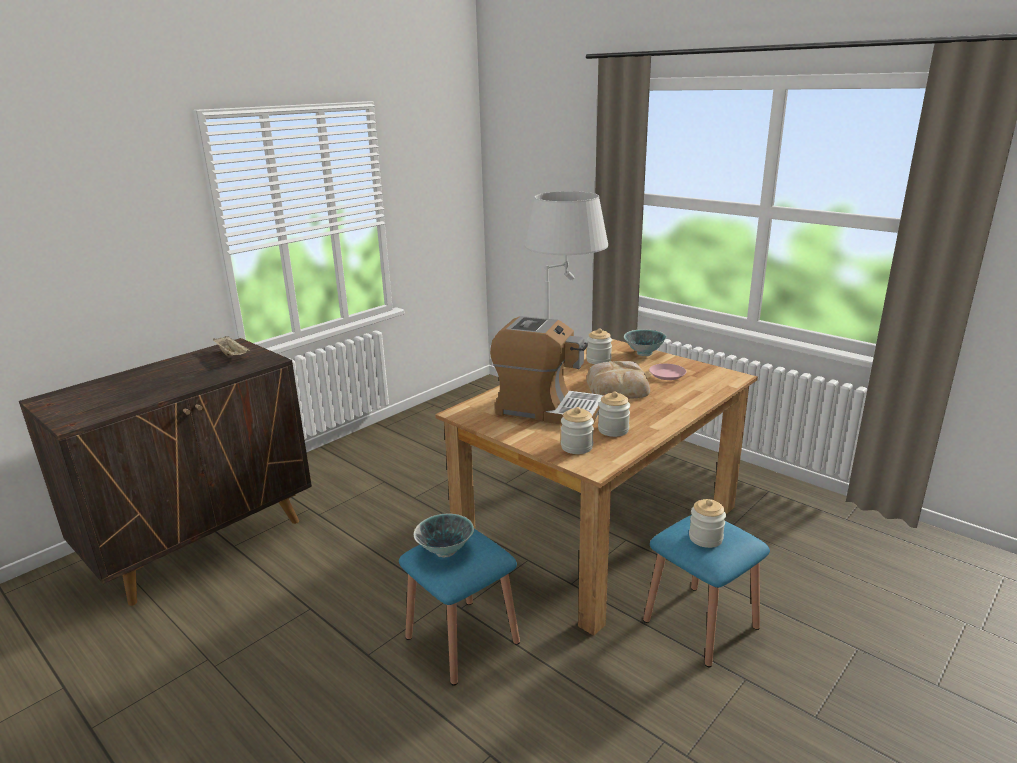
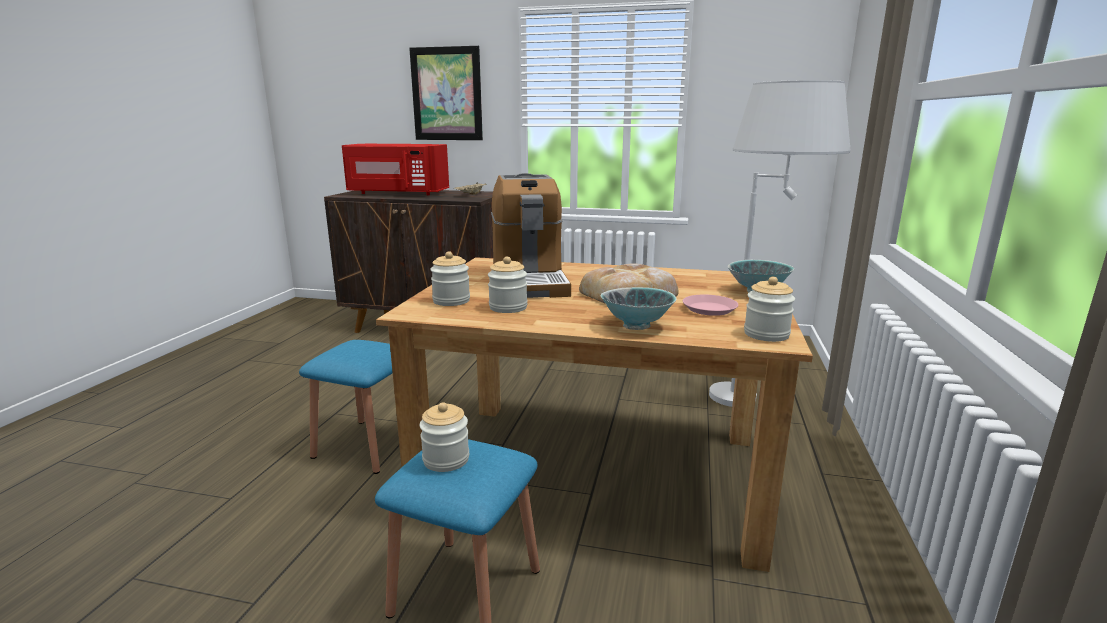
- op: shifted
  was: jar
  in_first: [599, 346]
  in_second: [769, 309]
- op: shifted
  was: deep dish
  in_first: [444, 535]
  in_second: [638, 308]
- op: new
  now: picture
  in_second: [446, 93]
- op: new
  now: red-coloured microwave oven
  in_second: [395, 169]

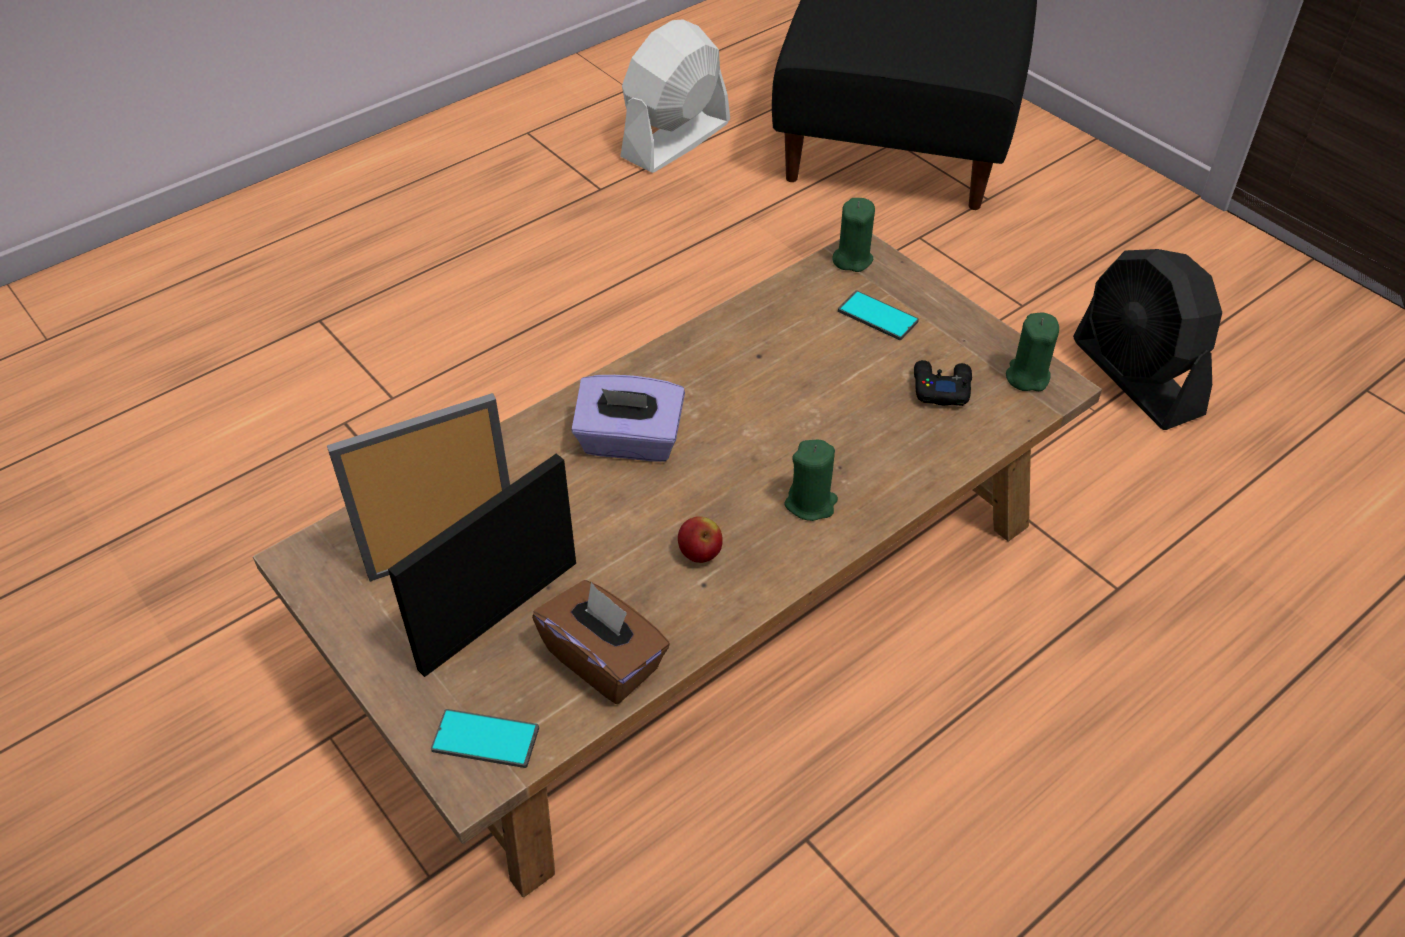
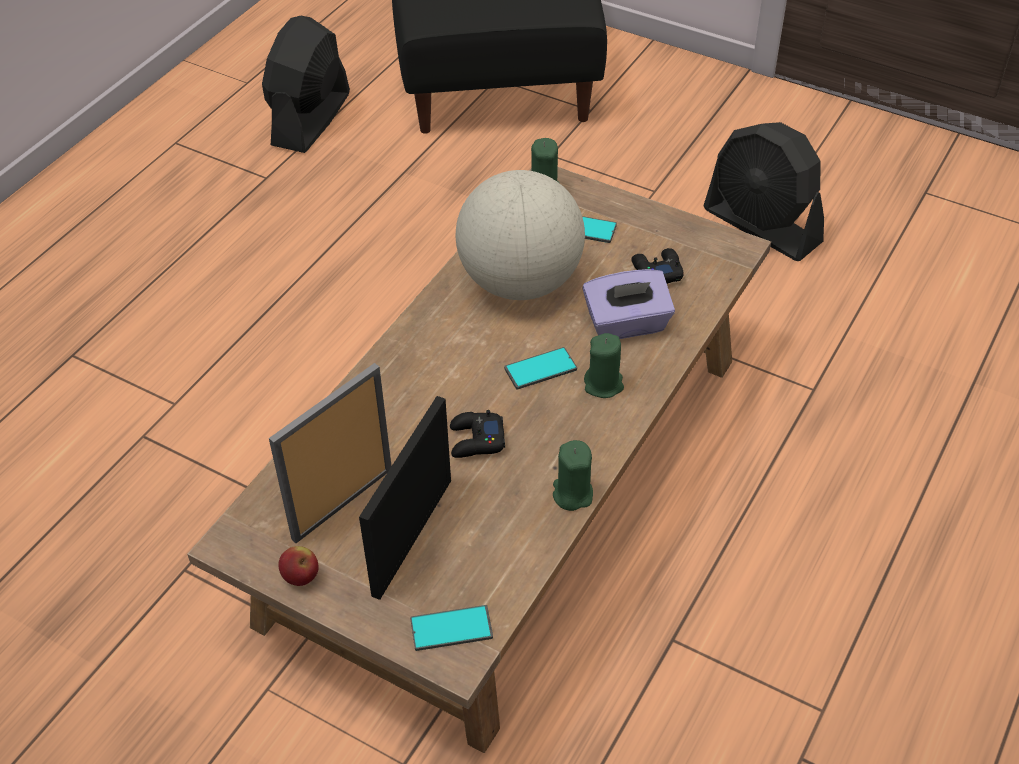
- op: repainted
  was: white-coloured cooling fan
  now: black-coloured cooling fan
  in_first: [675, 96]
  in_second: [306, 84]
- op: shifted
  was: greenish candle
  in_first: [1032, 352]
  in_second: [573, 475]
- op: shifted
  was: purple tissue box
  in_first: [628, 418]
  in_second: [628, 304]
- op: shifted
  was: whole apple
  in_first: [700, 539]
  in_second: [298, 566]
- op: gone
  was: brown-coloured tissue box
  in_first: [601, 642]
- op: new
  now: desk globe
  in_second: [520, 235]
- op: new
  now: telephone
  in_second: [540, 368]
- op: new
  now: black-coloured joypad
  in_second: [477, 434]

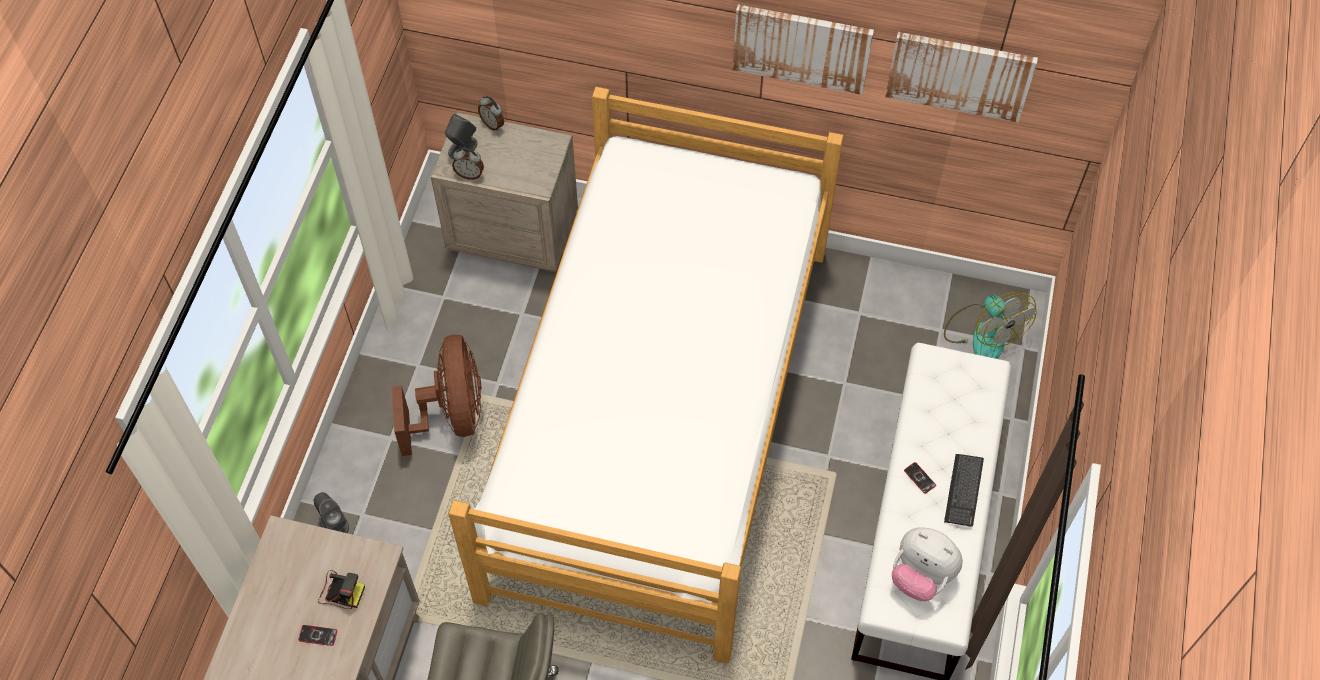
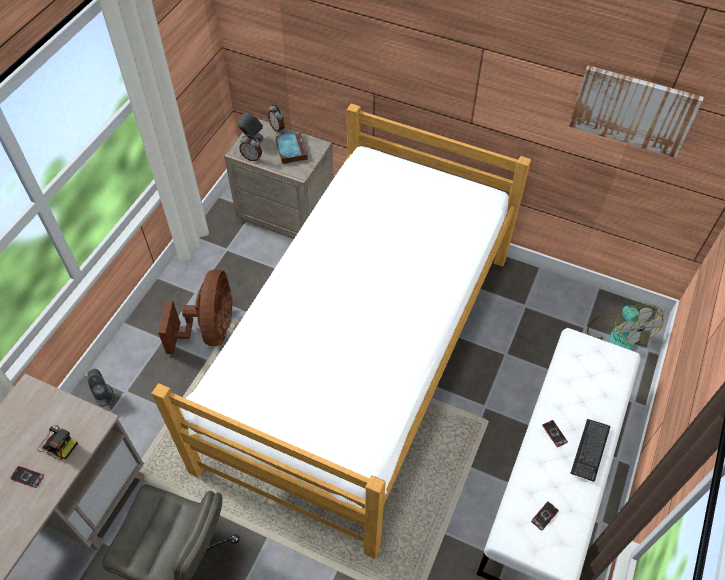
- op: gone
  was: picture
  in_first: [803, 49]
- op: swapped
  was: cuddly toy
  now: telephone
  in_first: [927, 564]
  in_second: [545, 516]
- op: new
  now: bound book
  in_second: [291, 148]

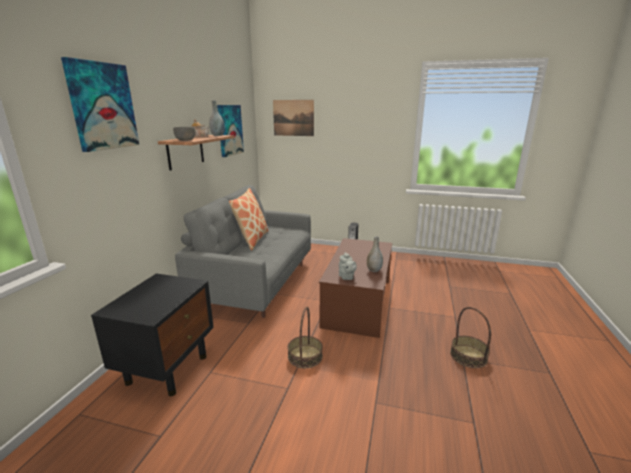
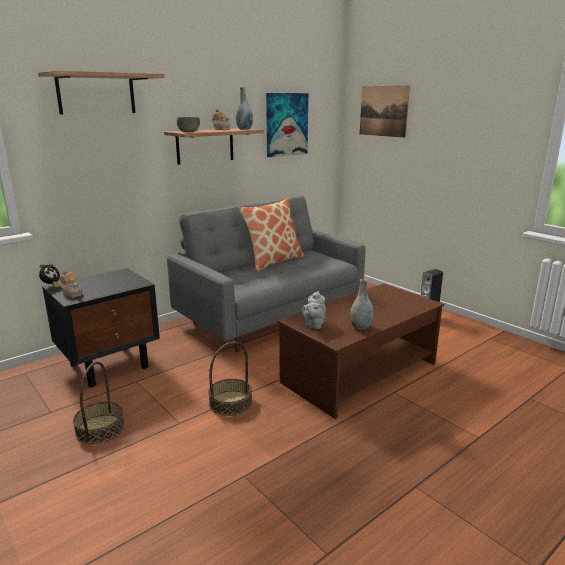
- op: swapped
  was: picture
  now: wall shelf
  in_first: [100, 104]
  in_second: [101, 92]
- op: shifted
  was: basket
  in_first: [470, 337]
  in_second: [99, 402]
- op: new
  now: table clock
  in_second: [50, 276]
- op: new
  now: teapot
  in_second: [70, 284]

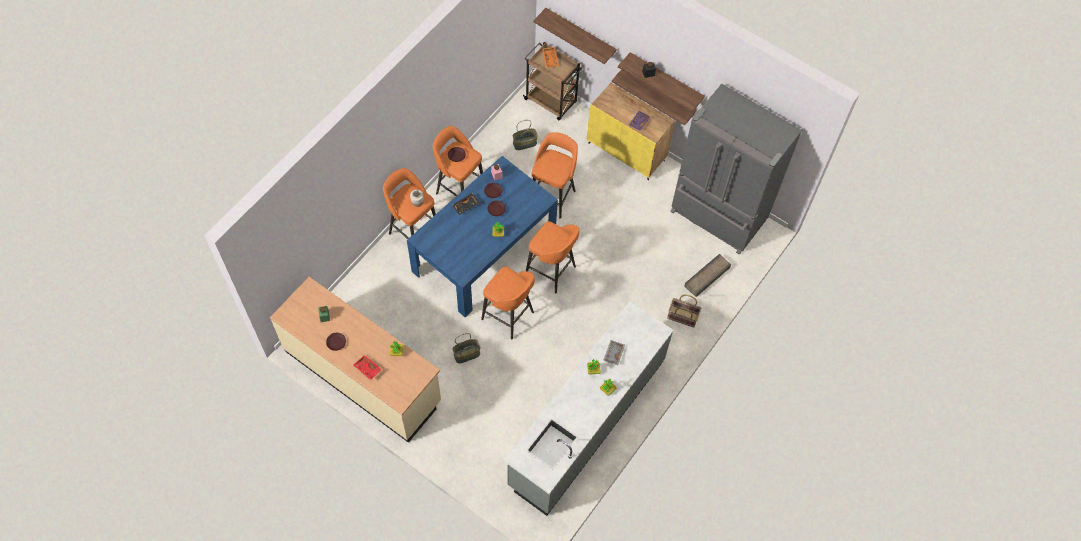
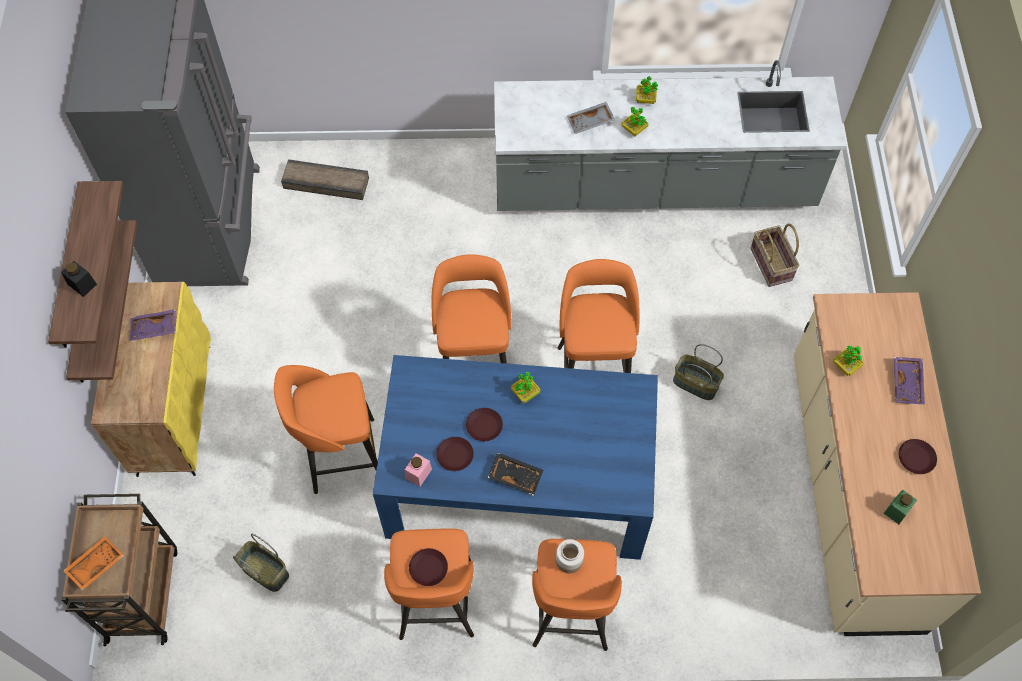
- op: gone
  was: wall shelf
  in_first: [575, 36]
- op: shifted
  was: basket
  in_first: [684, 311]
  in_second: [775, 255]
- op: repainted
  was: red-coloured tray
  now: purple tray
  in_first: [367, 367]
  in_second: [909, 380]

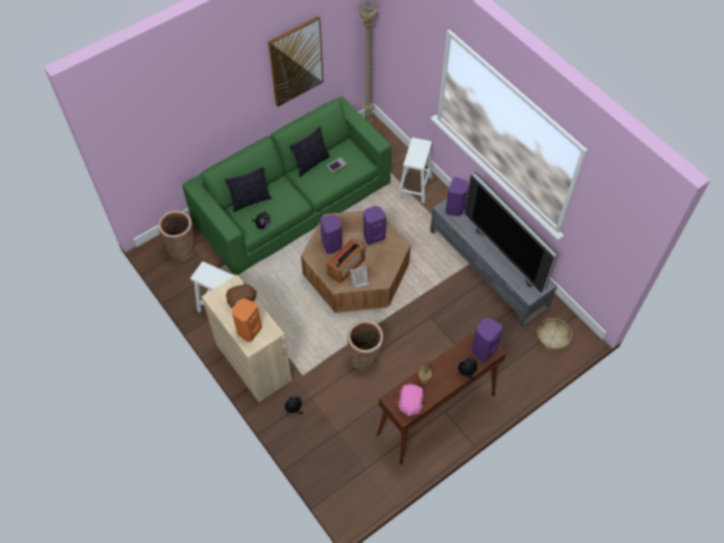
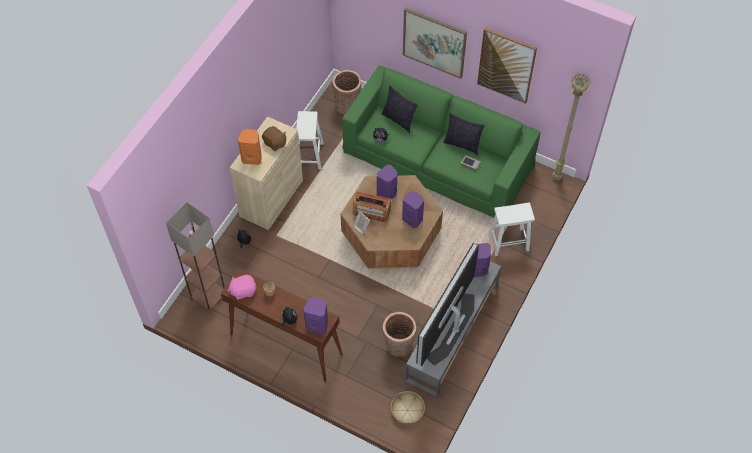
- op: shifted
  was: basket
  in_first: [365, 345]
  in_second: [399, 334]
- op: new
  now: picture
  in_second: [435, 43]
- op: new
  now: standard lamp
  in_second: [195, 256]

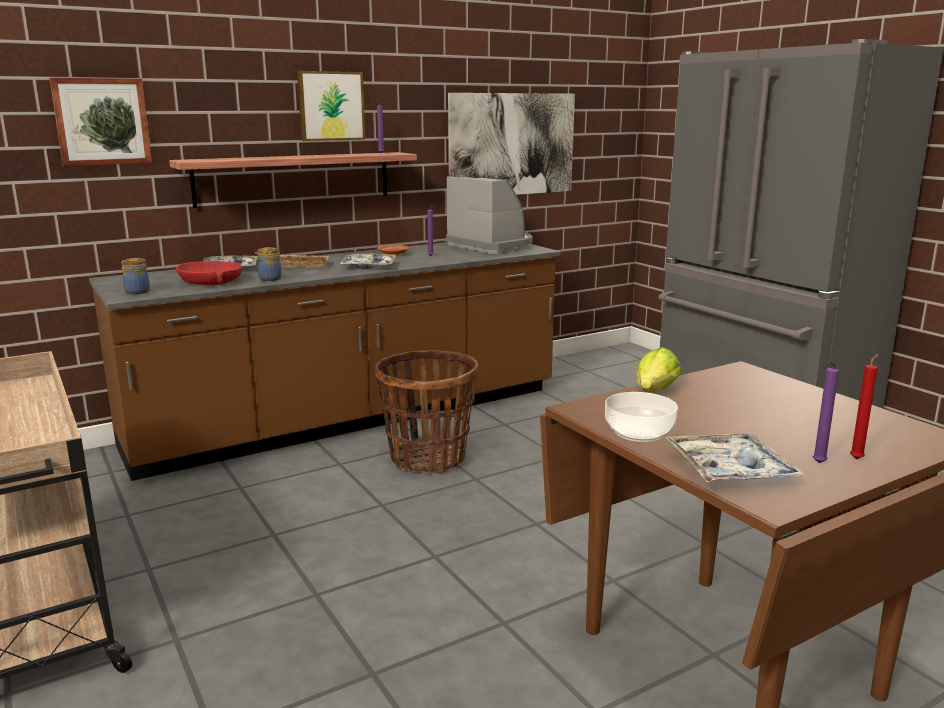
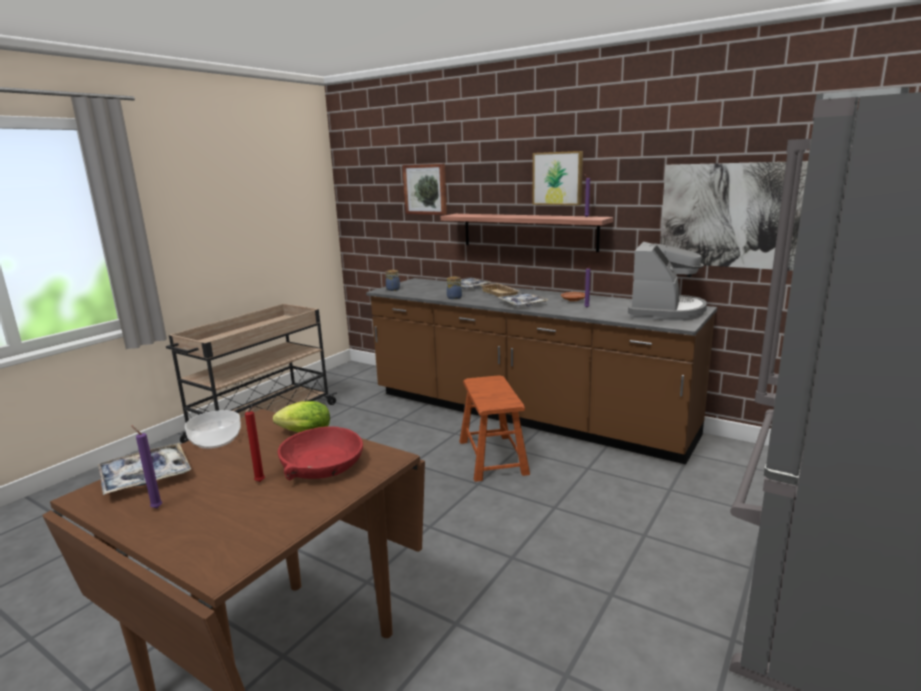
- op: shifted
  was: red-coloured deep dish
  in_first: [209, 273]
  in_second: [320, 453]
- op: swapped
  was: basket
  now: brown-coloured stool
  in_first: [427, 412]
  in_second: [494, 428]
- op: shifted
  was: red-coloured candle
  in_first: [864, 407]
  in_second: [255, 444]

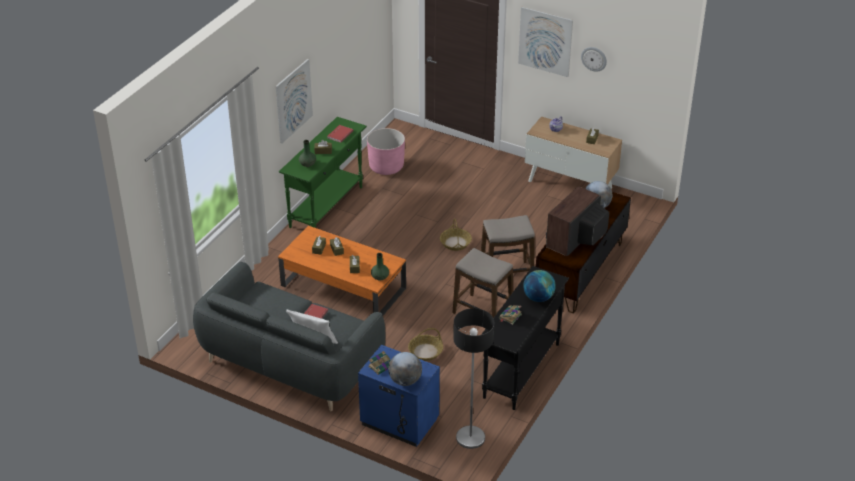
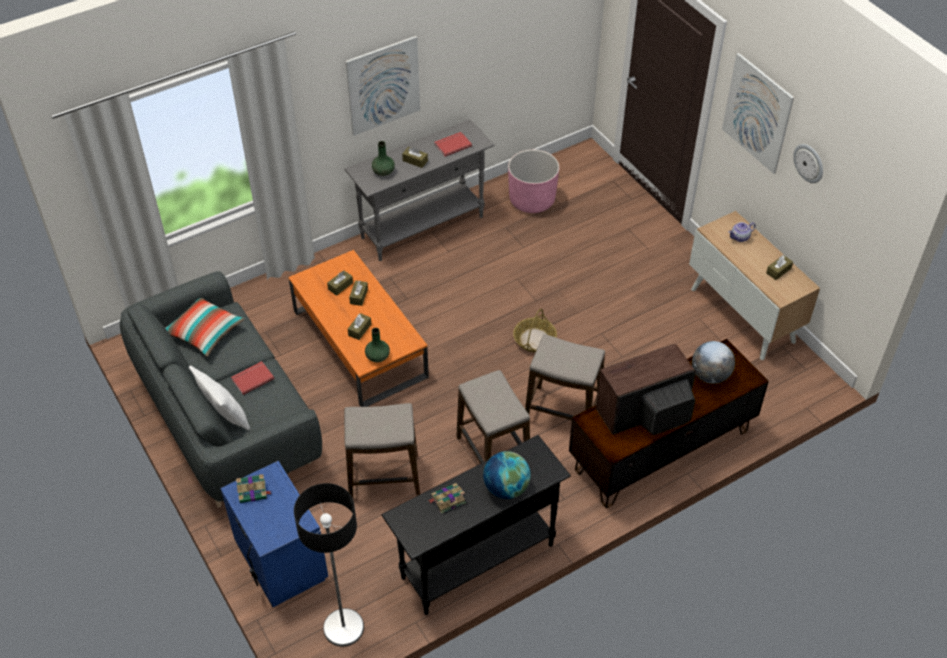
- op: repainted
  was: greenish hall table
  now: greyish hall table
  in_first: [323, 172]
  in_second: [419, 190]
- op: swapped
  was: basket
  now: stool
  in_first: [425, 344]
  in_second: [382, 450]
- op: gone
  was: desk globe
  in_first: [405, 369]
- op: new
  now: throw pillow
  in_second: [204, 327]

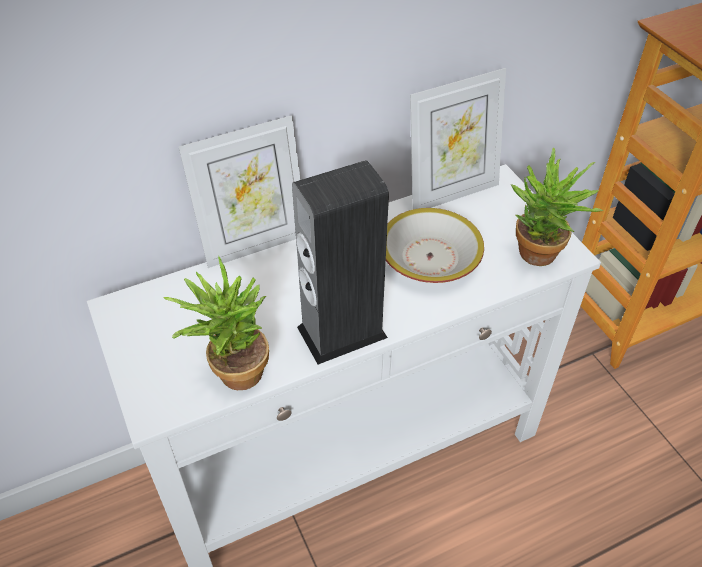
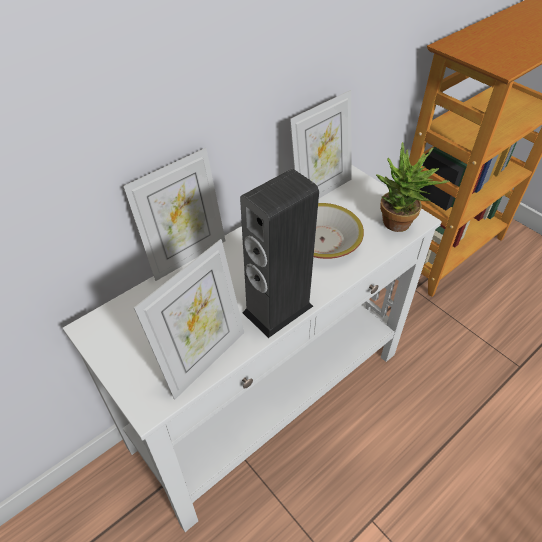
- op: swapped
  was: houseplant
  now: photo frame
  in_first: [216, 323]
  in_second: [189, 319]

